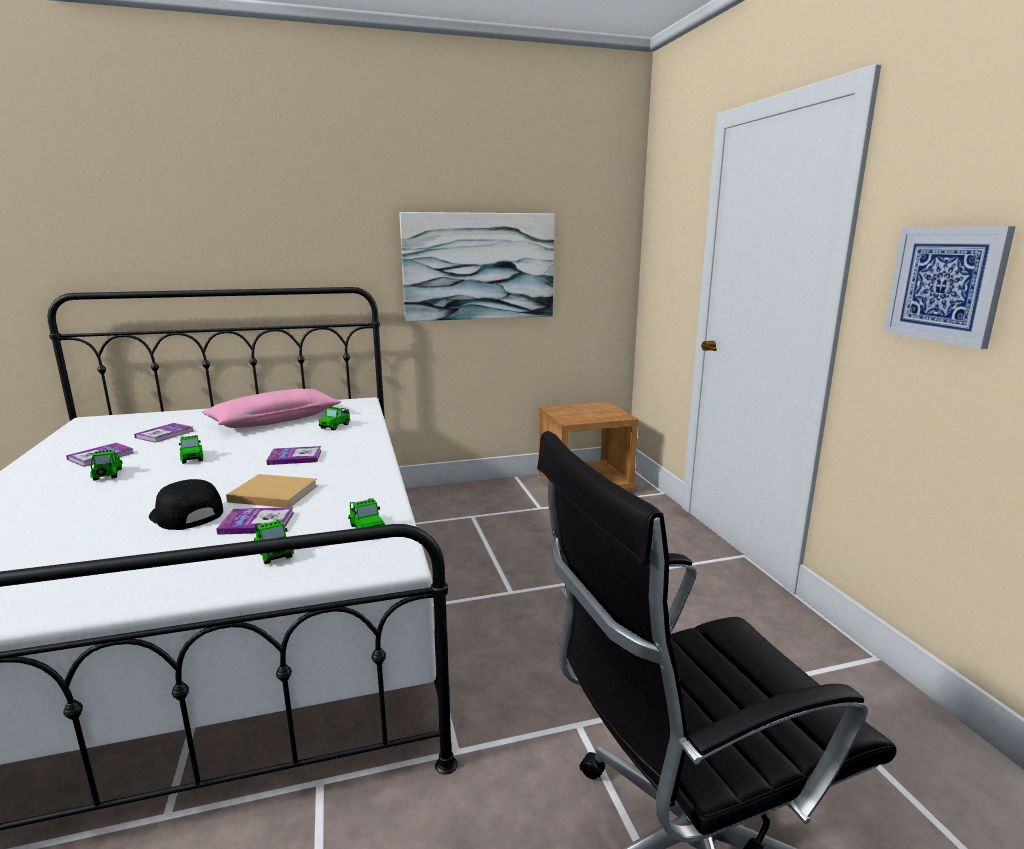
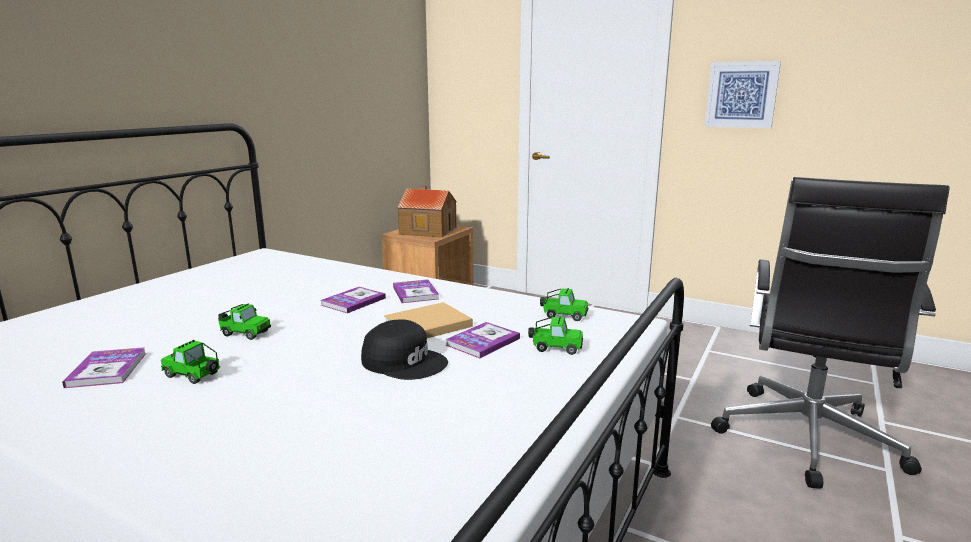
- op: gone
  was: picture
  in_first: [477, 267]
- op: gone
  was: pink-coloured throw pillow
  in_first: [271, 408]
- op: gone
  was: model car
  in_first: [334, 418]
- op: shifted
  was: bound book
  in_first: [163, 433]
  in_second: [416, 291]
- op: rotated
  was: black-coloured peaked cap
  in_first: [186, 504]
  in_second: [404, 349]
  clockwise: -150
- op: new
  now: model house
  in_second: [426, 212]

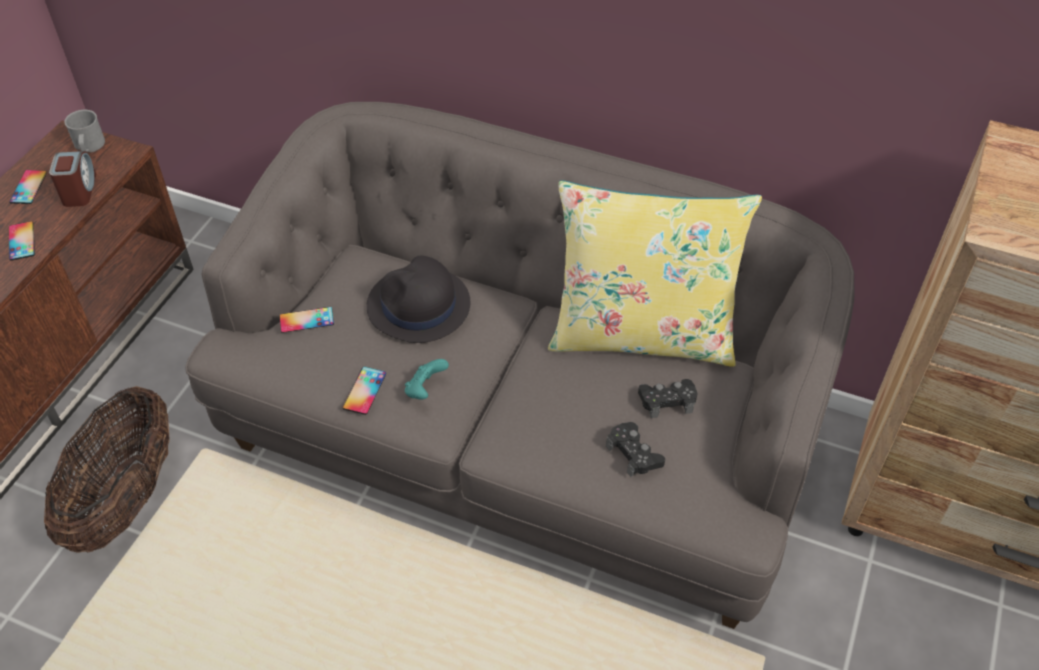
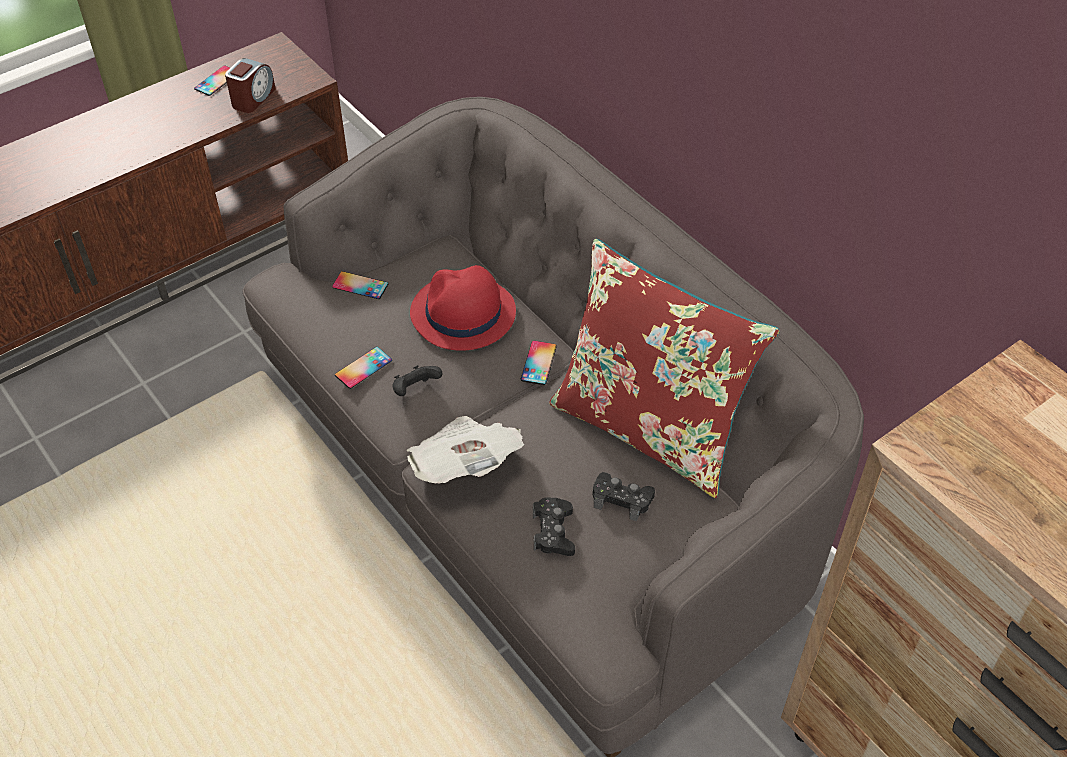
- op: gone
  was: greyish coffee mug
  in_first: [84, 131]
- op: repainted
  was: yellow throw pillow
  now: red-coloured throw pillow
  in_first: [655, 273]
  in_second: [664, 368]
- op: shifted
  was: telephone
  in_first: [22, 241]
  in_second: [539, 363]
- op: repainted
  was: black-coloured hat
  now: red-coloured hat
  in_first: [418, 299]
  in_second: [463, 308]
- op: repainted
  was: turquoise joypad
  now: black-coloured joypad
  in_first: [427, 379]
  in_second: [417, 380]
- op: gone
  was: basket
  in_first: [107, 469]
- op: new
  now: daily paper
  in_second: [465, 449]

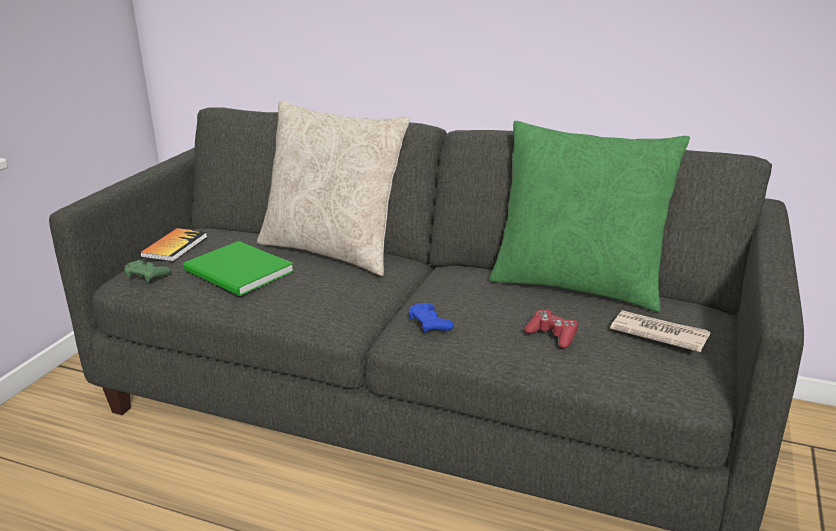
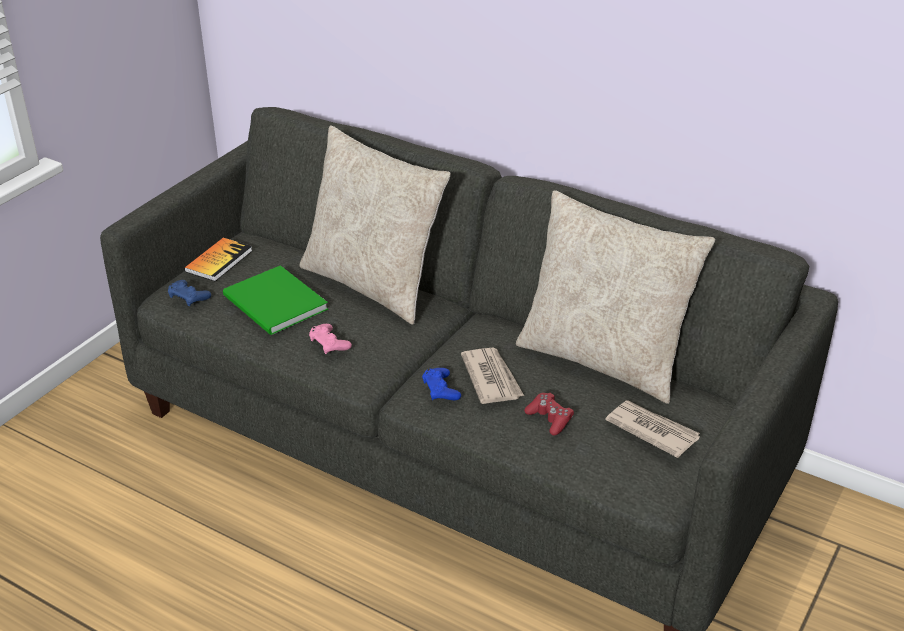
- op: repainted
  was: greenish throw pillow
  now: beige throw pillow
  in_first: [589, 216]
  in_second: [615, 297]
- op: repainted
  was: greenish joypad
  now: blue-coloured joypad
  in_first: [147, 271]
  in_second: [189, 293]
- op: new
  now: pink-coloured joypad
  in_second: [330, 339]
- op: new
  now: daily paper
  in_second: [492, 376]

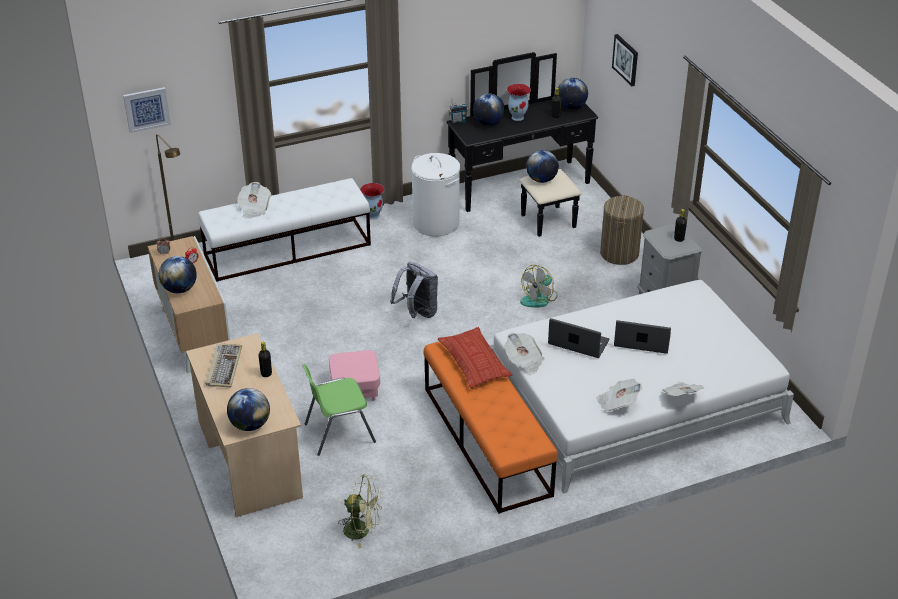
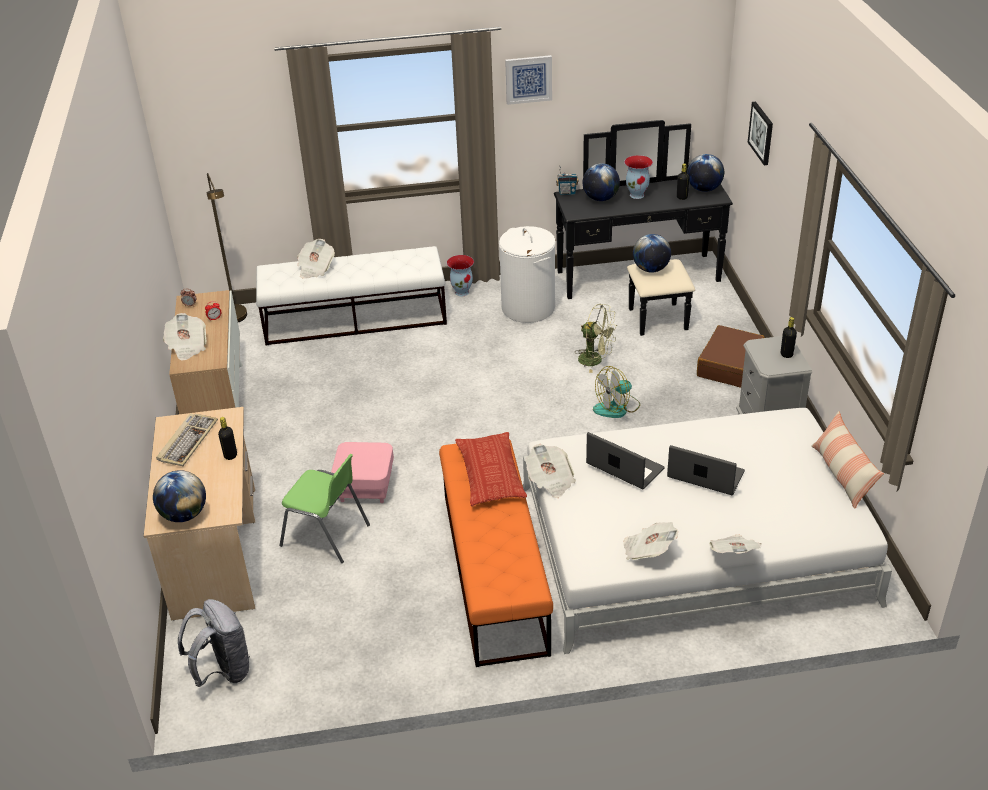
- op: shifted
  was: picture
  in_first: [147, 110]
  in_second: [528, 80]
- op: swapped
  was: washing basket
  now: brown-coloured travel case
  in_first: [622, 230]
  in_second: [731, 356]
- op: swapped
  was: desk globe
  now: daily paper
  in_first: [178, 274]
  in_second: [184, 337]
- op: shifted
  was: greyish knapsack
  in_first: [414, 290]
  in_second: [214, 643]
- op: rotated
  was: greenish plain chair
  in_first: [339, 410]
  in_second: [324, 508]
  clockwise: -150
- op: shifted
  was: greenish cooling fan
  in_first: [360, 511]
  in_second: [596, 338]
- op: new
  now: throw pillow
  in_second: [847, 459]

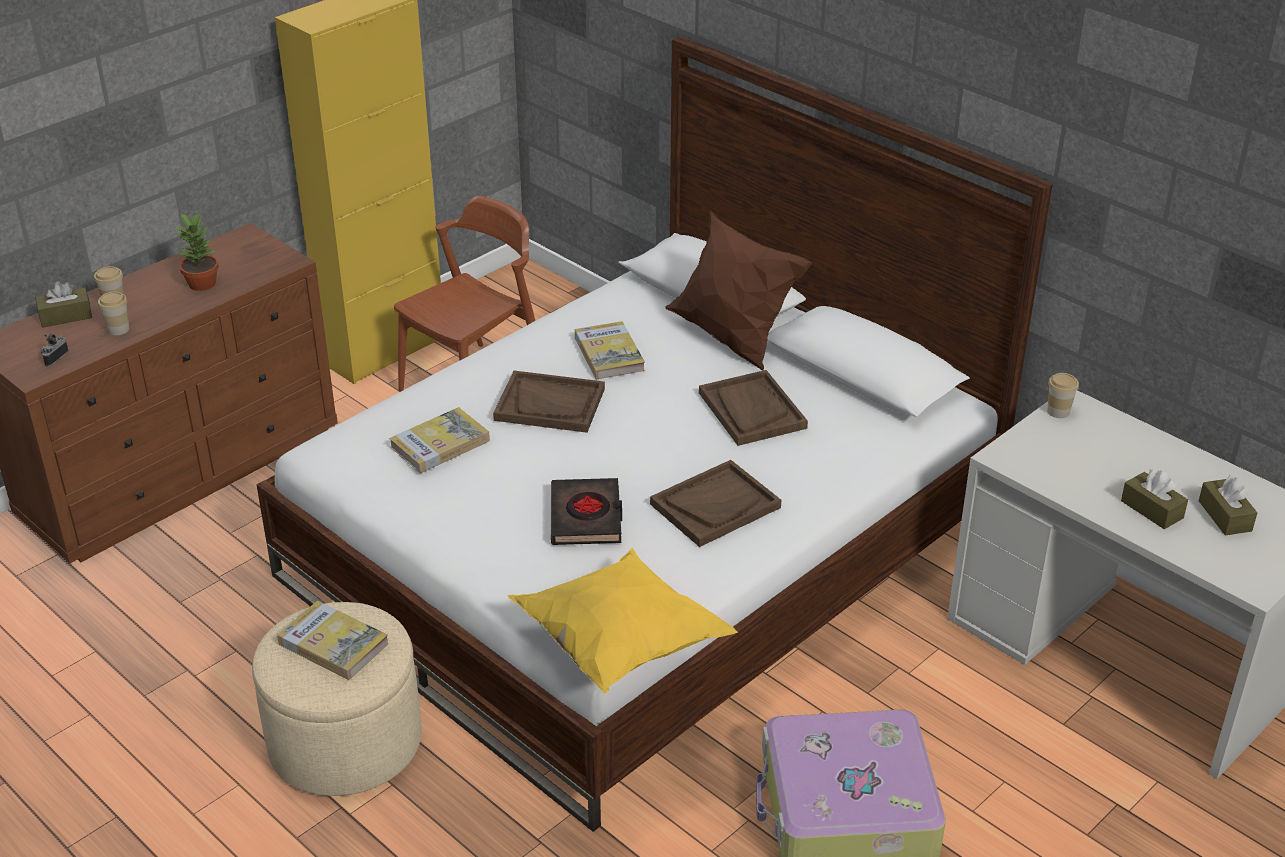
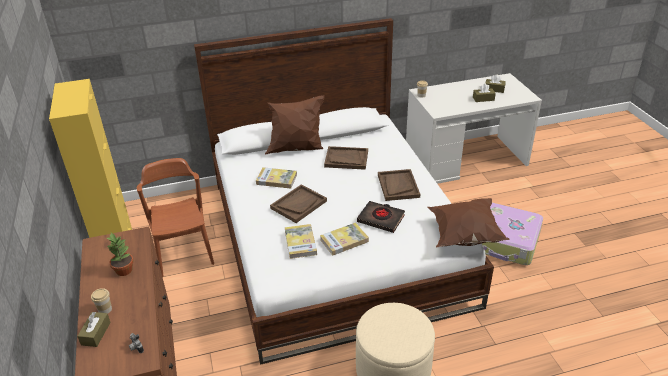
- op: gone
  was: drinking cup
  in_first: [113, 313]
- op: repainted
  was: yellow throw pillow
  now: brown-coloured throw pillow
  in_first: [622, 620]
  in_second: [468, 222]
- op: shifted
  was: bound book
  in_first: [333, 640]
  in_second: [344, 239]

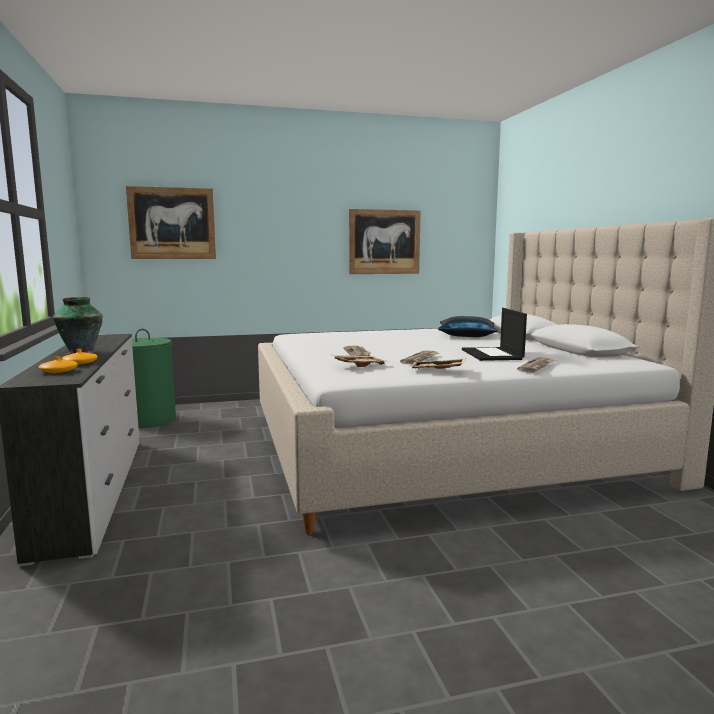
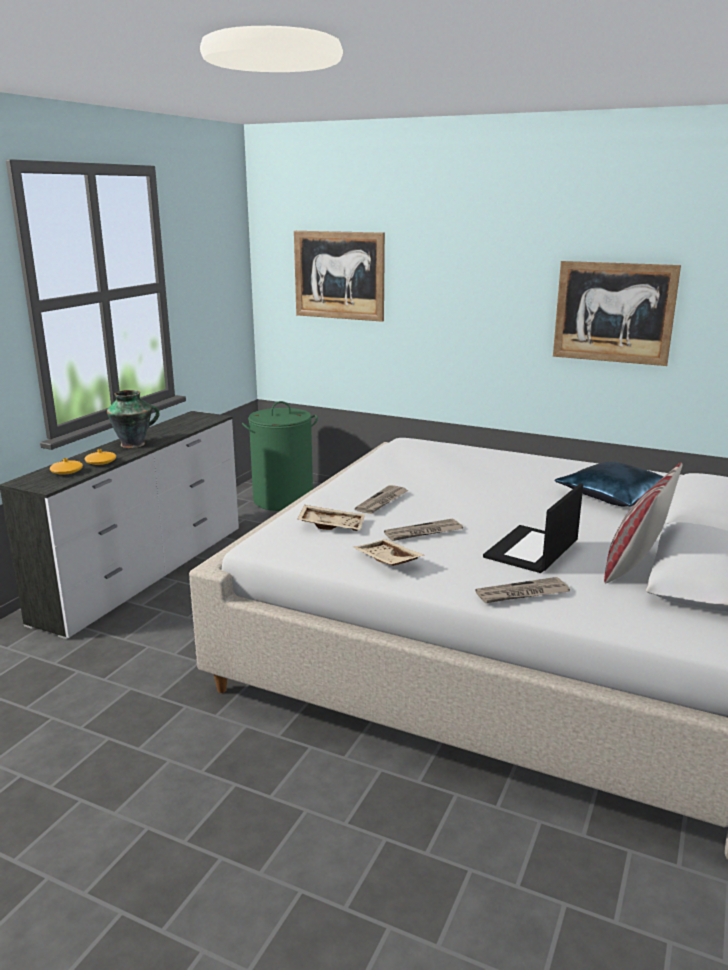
- op: new
  now: throw pillow
  in_second: [643, 523]

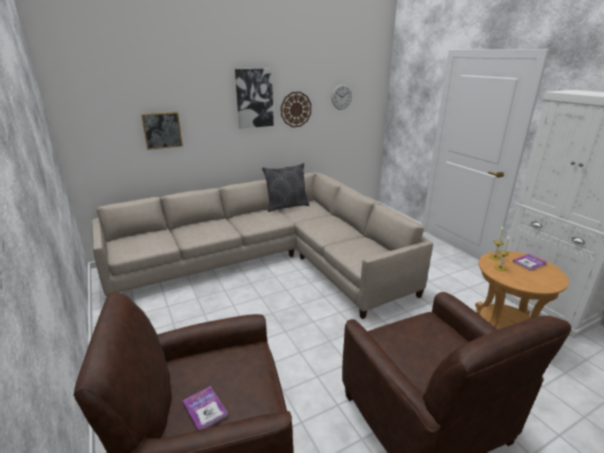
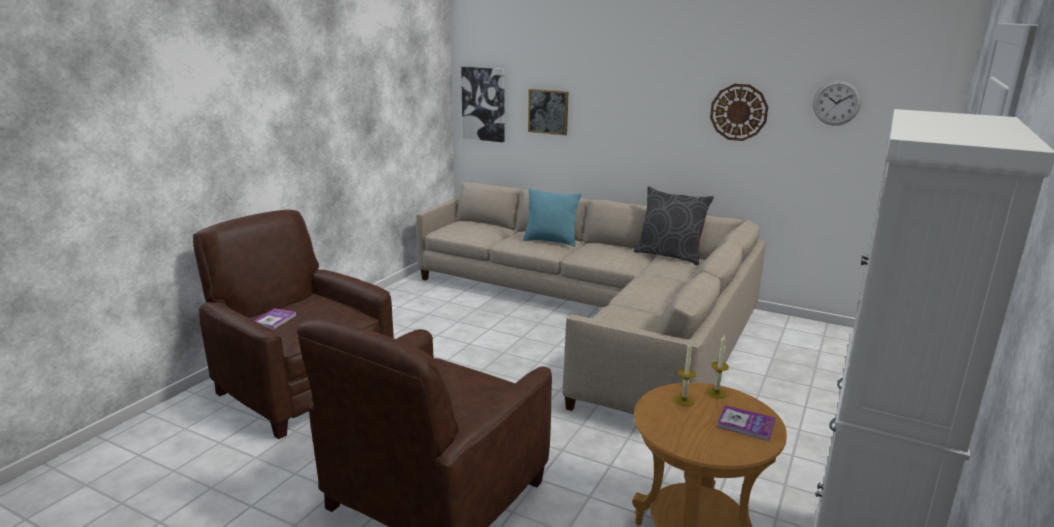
- op: shifted
  was: picture
  in_first: [254, 98]
  in_second: [483, 104]
- op: new
  now: turquoise throw pillow
  in_second: [552, 218]

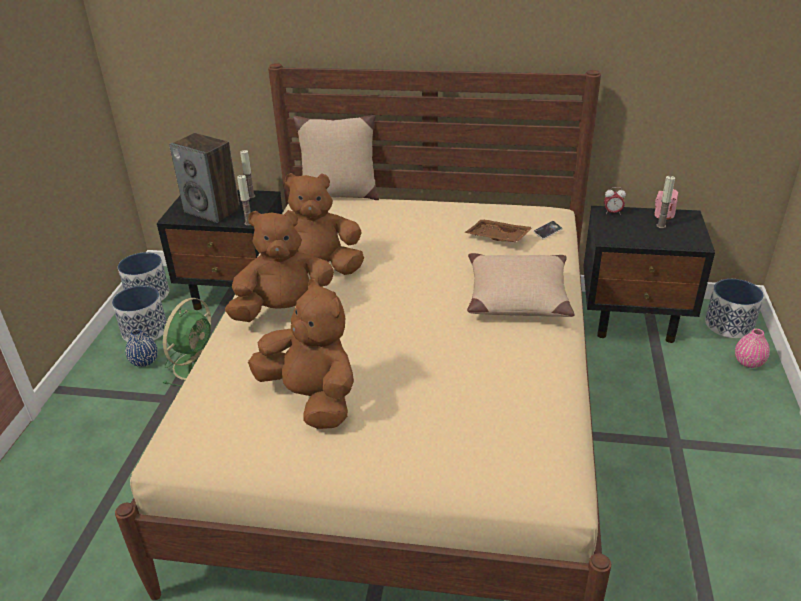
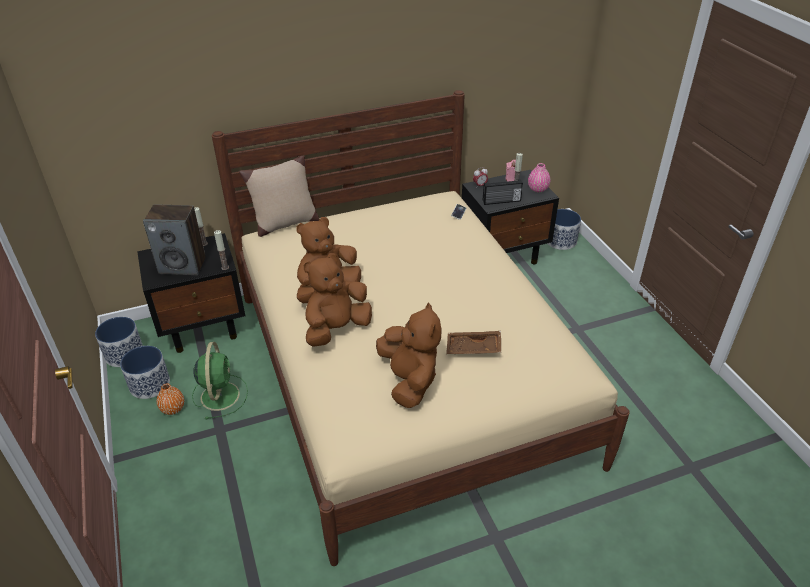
- op: shifted
  was: brown-coloured tray
  in_first: [498, 230]
  in_second: [473, 342]
- op: gone
  was: beige throw pillow
  in_first: [521, 285]
- op: rotated
  was: brown-coloured cuddly toy
  in_first: [301, 353]
  in_second: [409, 355]
  clockwise: 60
- op: repainted
  was: blue-coloured flower vase
  now: orange flower vase
  in_first: [142, 348]
  in_second: [170, 399]
- op: shifted
  was: pink-coloured flower vase
  in_first: [752, 348]
  in_second: [539, 177]
- op: new
  now: radio set
  in_second: [503, 192]

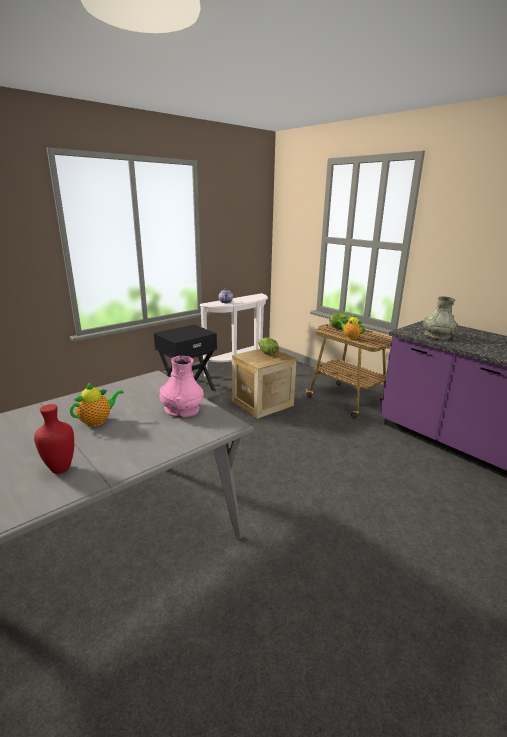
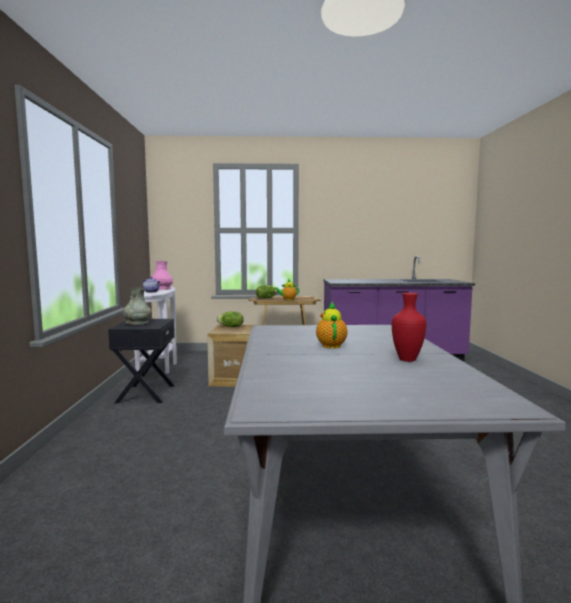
- op: shifted
  was: greyish flower vase
  in_first: [440, 318]
  in_second: [137, 306]
- op: shifted
  was: pink-coloured flower vase
  in_first: [181, 387]
  in_second: [162, 275]

